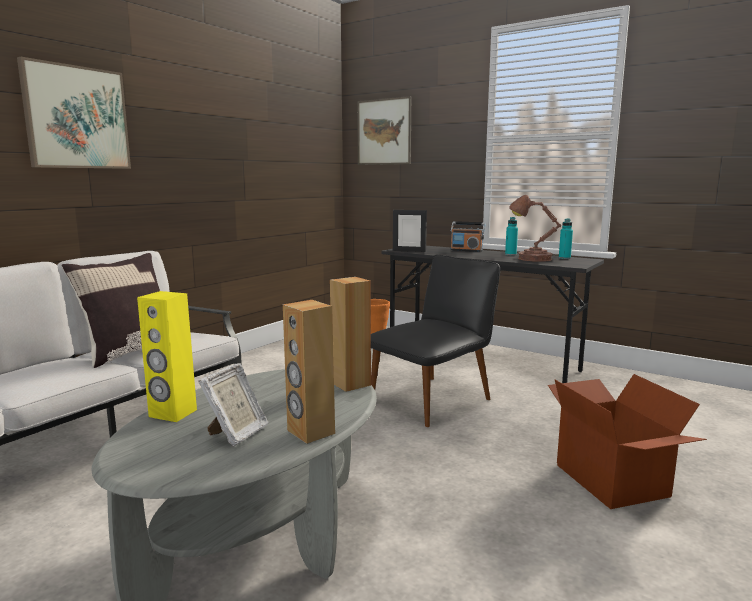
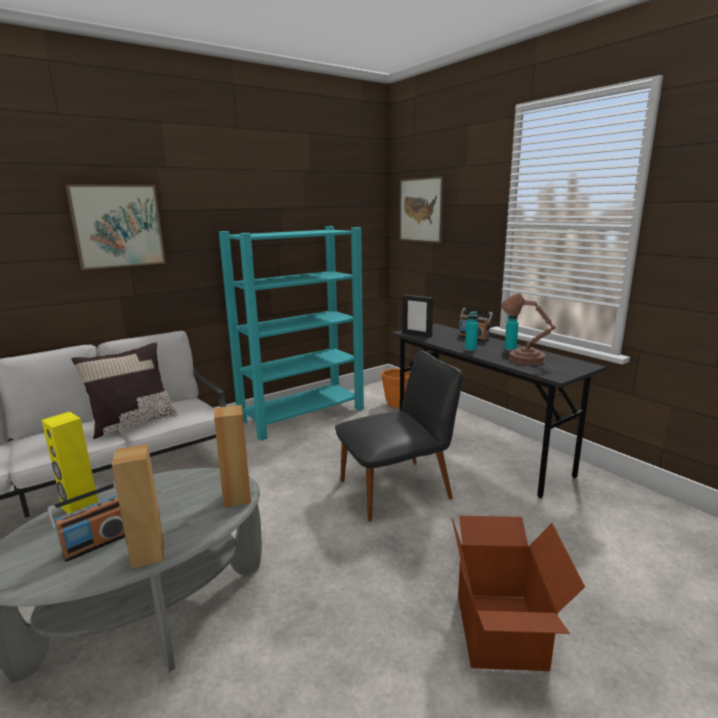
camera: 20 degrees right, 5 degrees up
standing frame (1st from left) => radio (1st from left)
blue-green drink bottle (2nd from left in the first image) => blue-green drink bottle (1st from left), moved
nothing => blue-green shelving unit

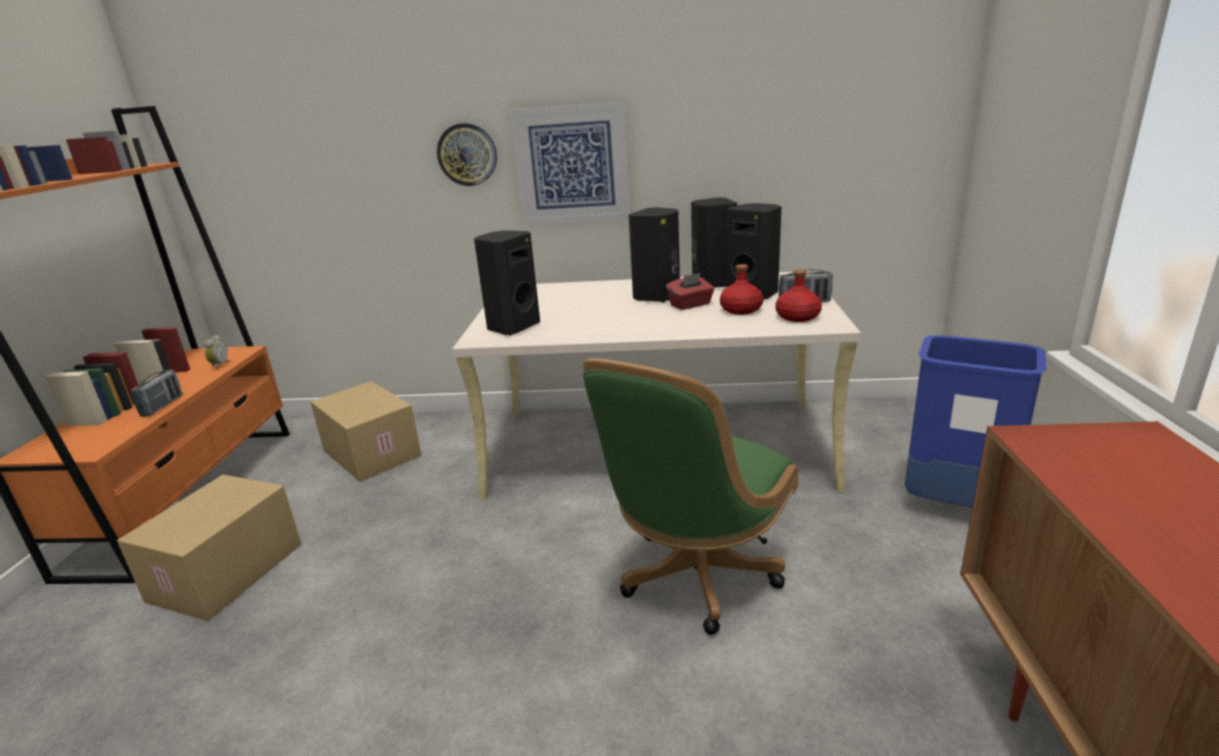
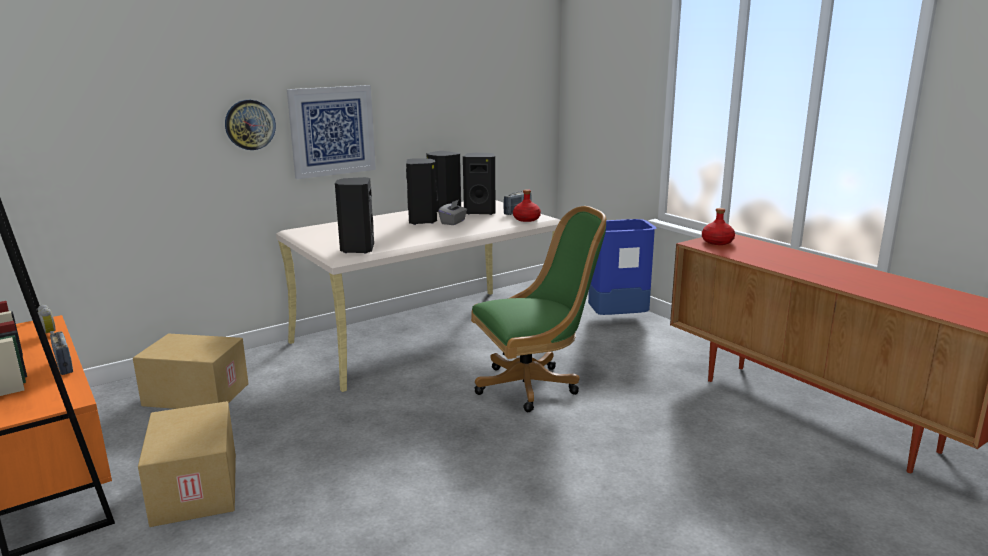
camera: 40 degrees left, 5 degrees down
green-coloured desk chair, 105 degrees counterclockwise
reddish tissue holder => grey tissue holder
reddish drink bottle (1st from left in the first image) => reddish drink bottle (2nd from left), moved

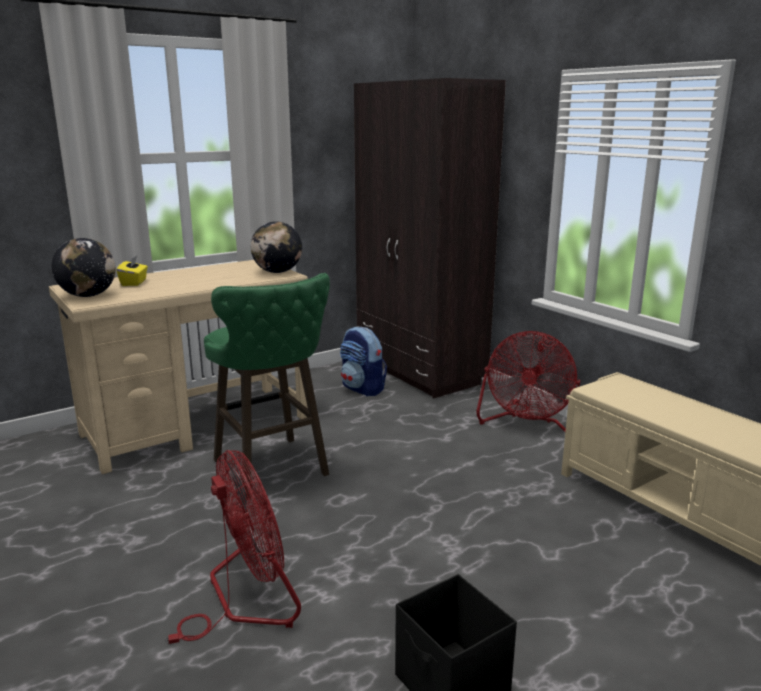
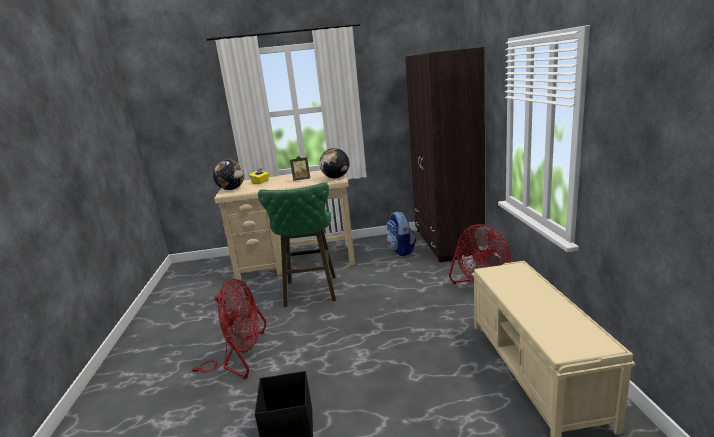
camera: 30 degrees right, 0 degrees up
nothing => standing frame

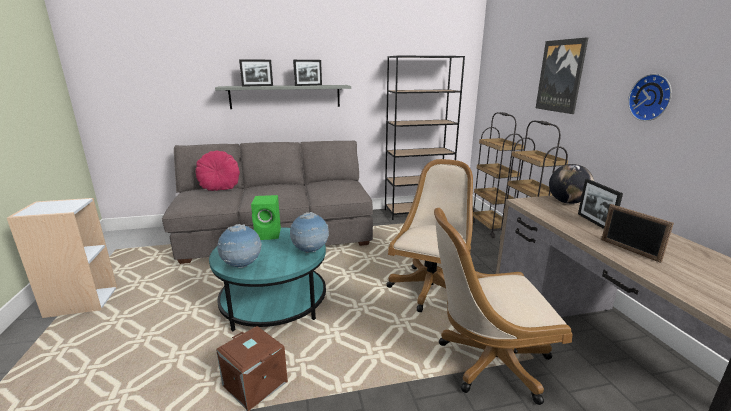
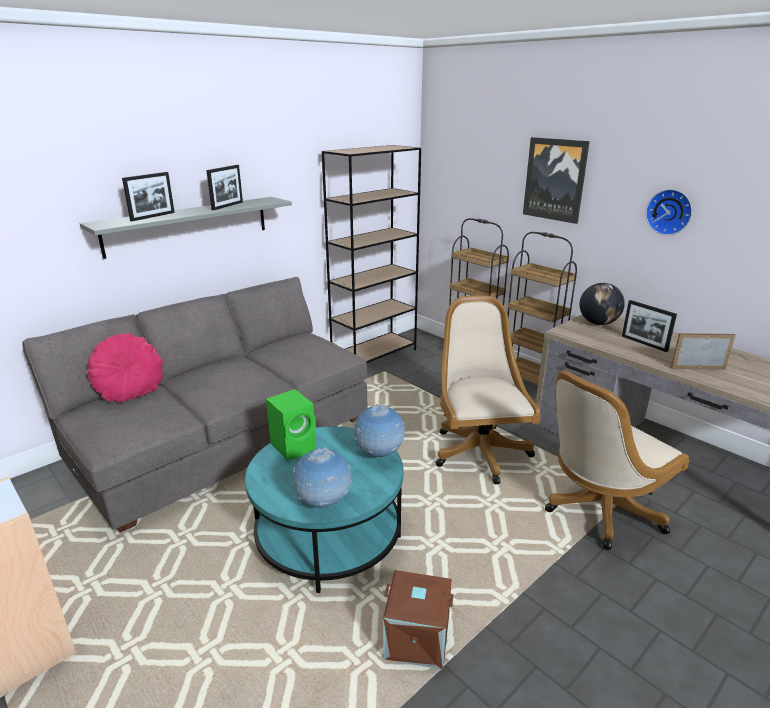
camera: 30 degrees left, 5 degrees up
standing frame (4th from left), 150 degrees clockwise

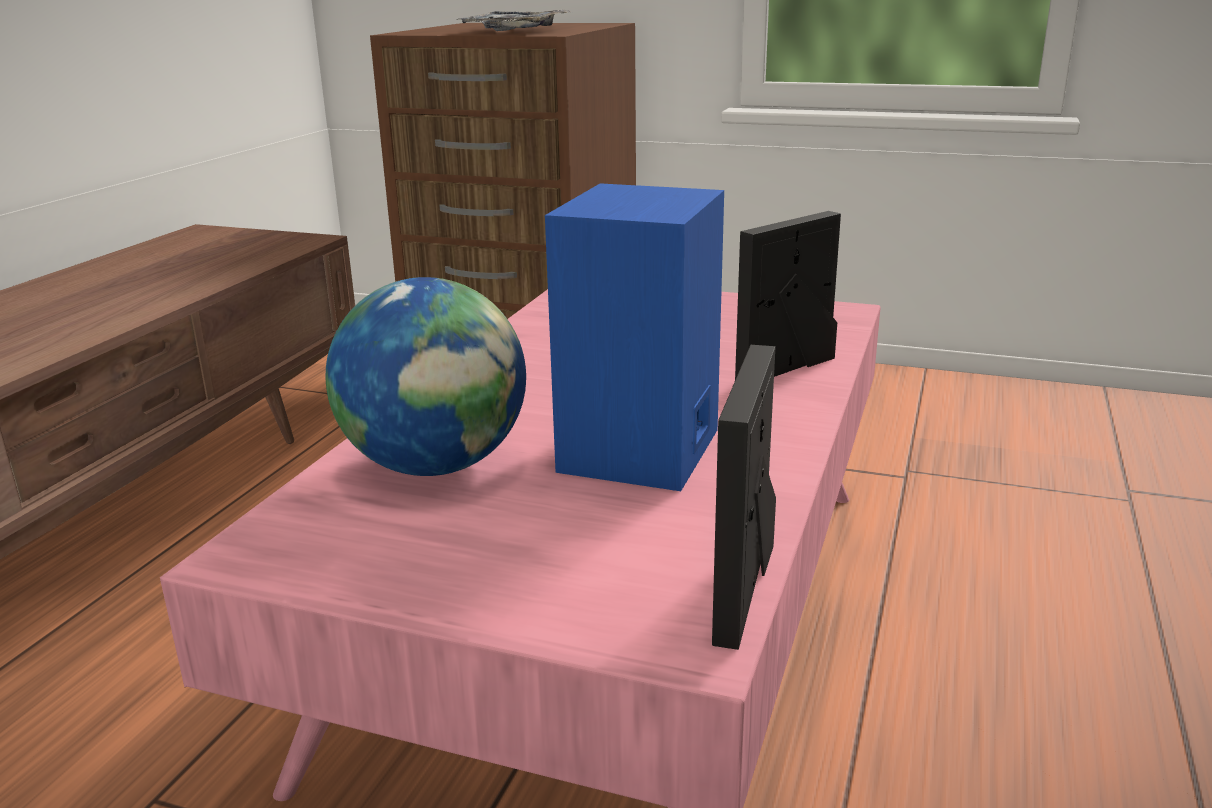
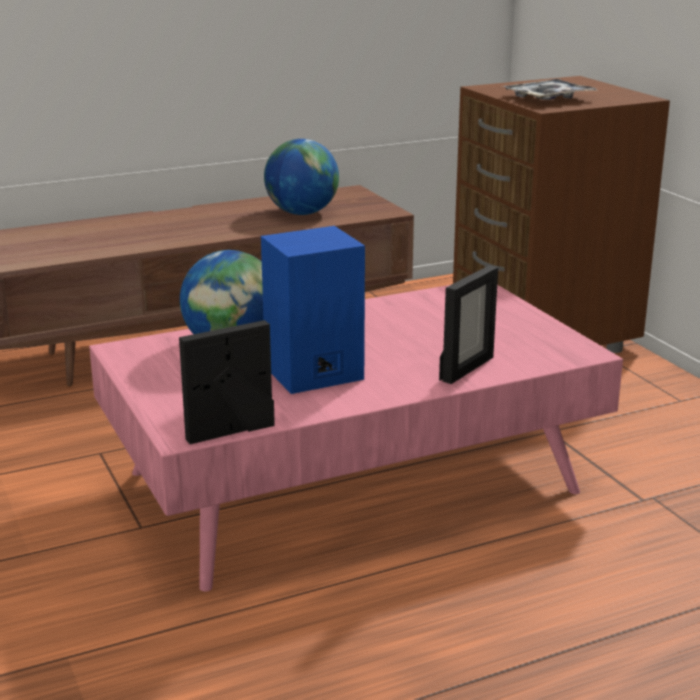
camera: 45 degrees right, 0 degrees up
standing frame (2nd from left), 120 degrees clockwise
nothing => world globe (2nd from left)

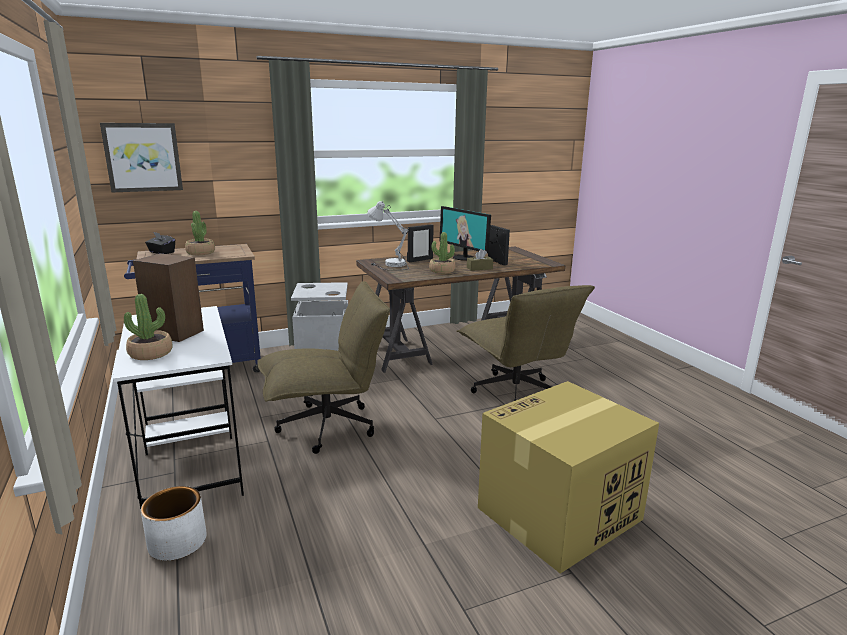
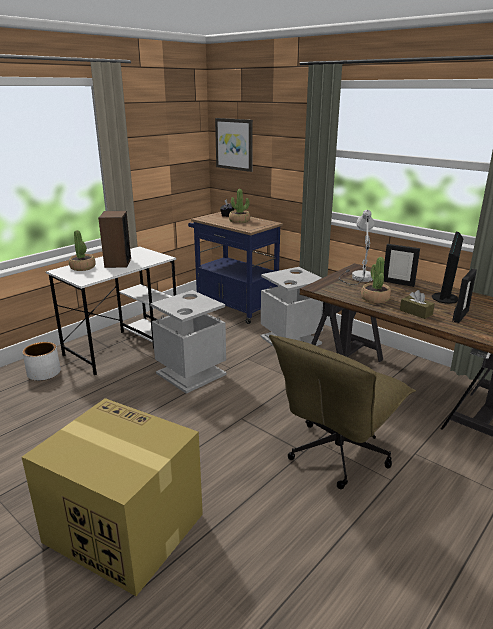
camera: 65 degrees right, 5 degrees up
beige desk chair (1st from left) => grey trash can (1st from left)

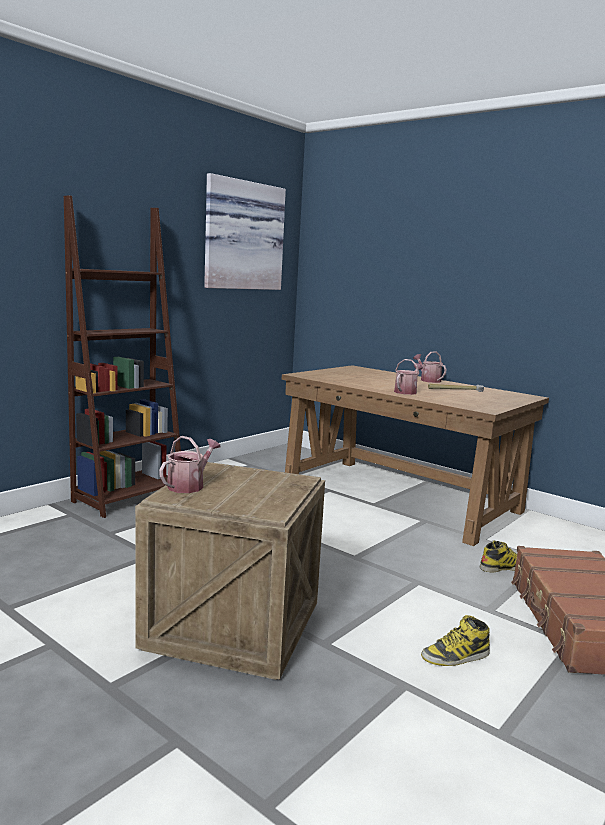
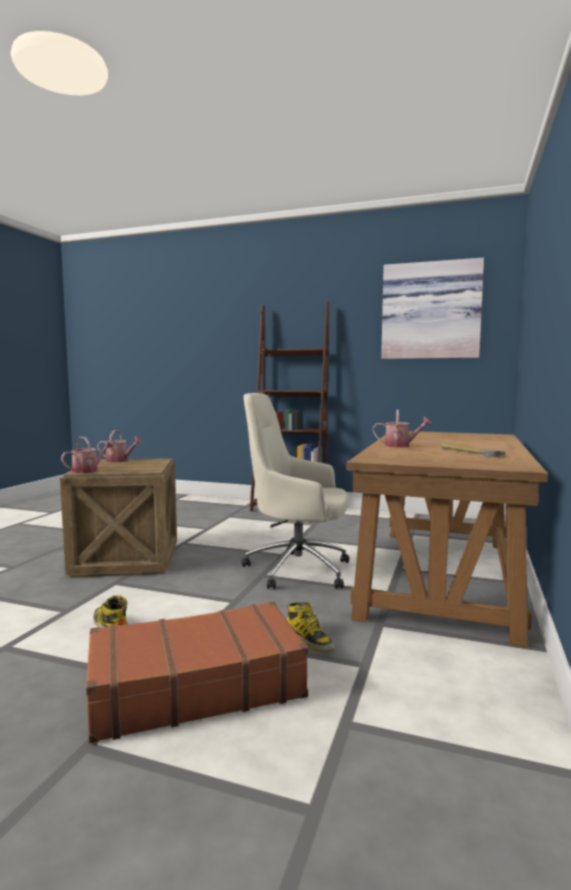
camera: 70 degrees right, 5 degrees down
watering can (3rd from left in the first image) => watering can (1st from left), moved
nothing => beige desk chair

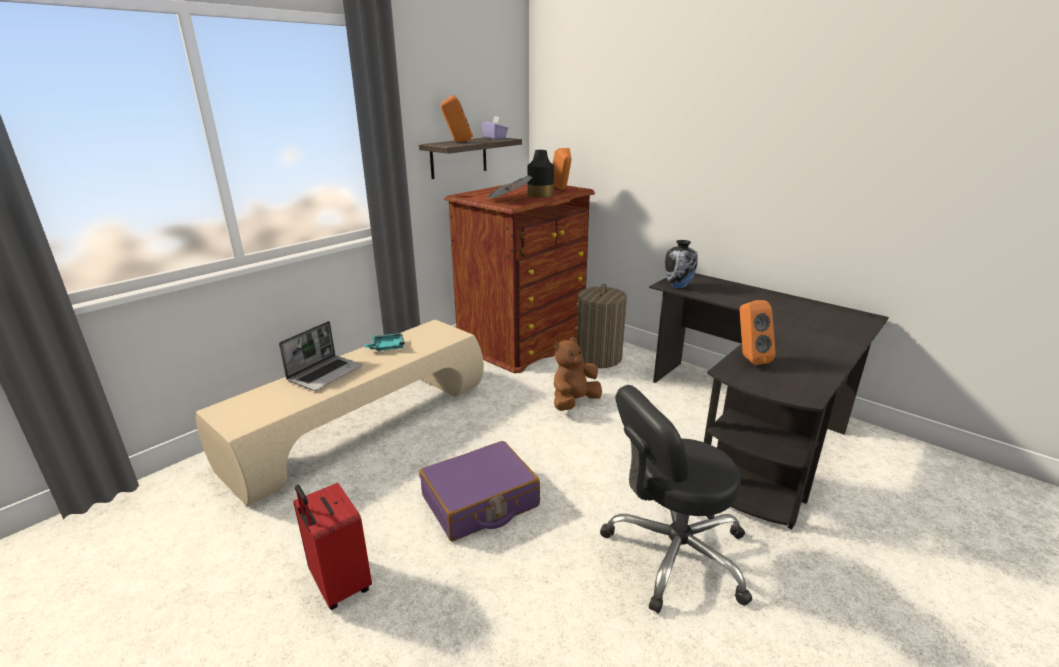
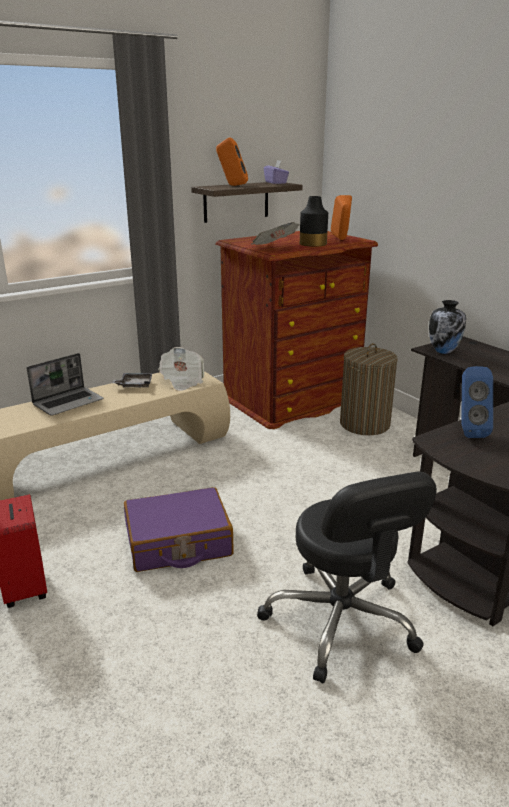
camera: 15 degrees right, 0 degrees up
blue-green carrying tray => grey carrying tray
brownish cuddly toy => nothing
blackish desk chair, 105 degrees counterclockwise
orange-coloured audio speaker (3rd from left) => bluish audio speaker
nothing => newspaper (1st from left)

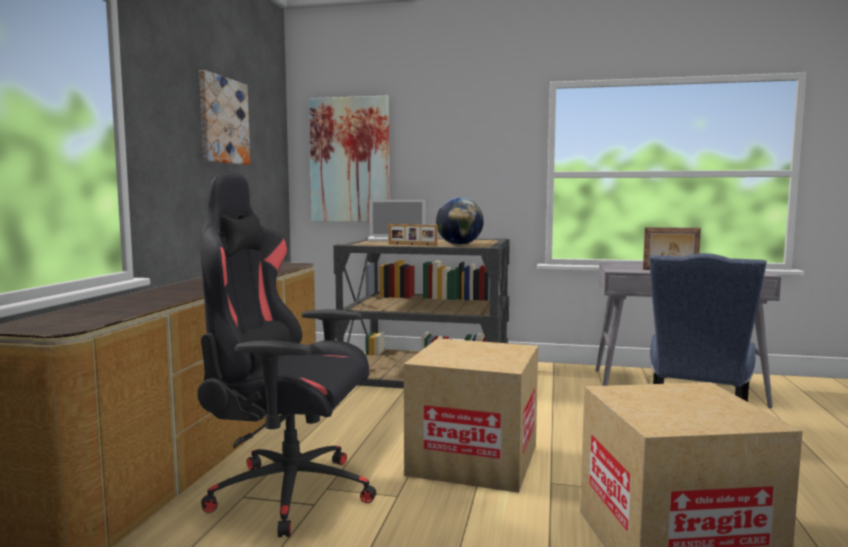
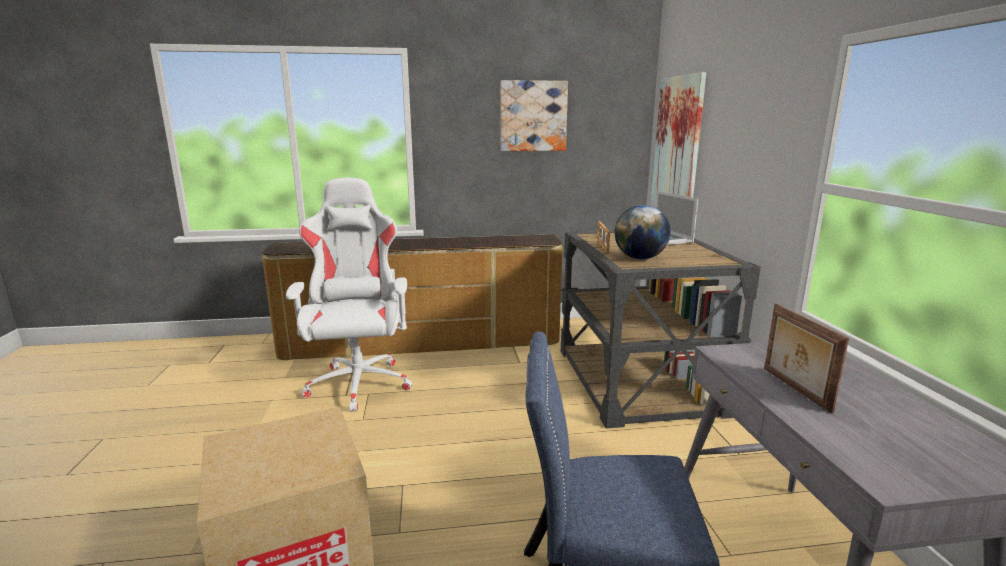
camera: 70 degrees right, 10 degrees up
blackish desk chair => white desk chair
carton (1st from left) => nothing

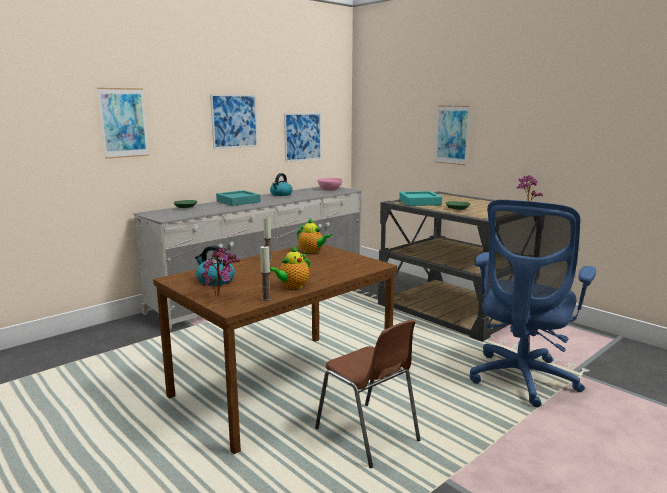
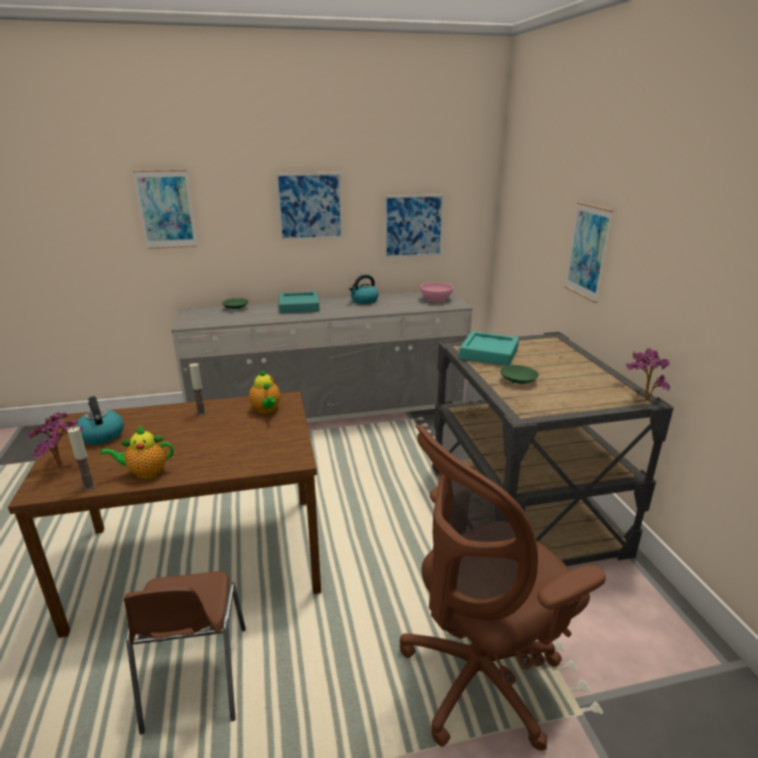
camera: 30 degrees right, 10 degrees up
bluish desk chair => brownish desk chair

